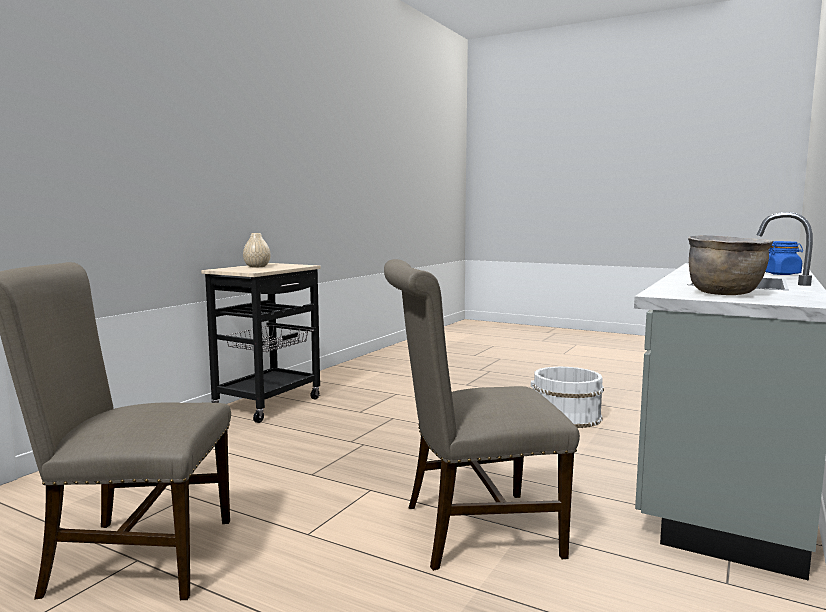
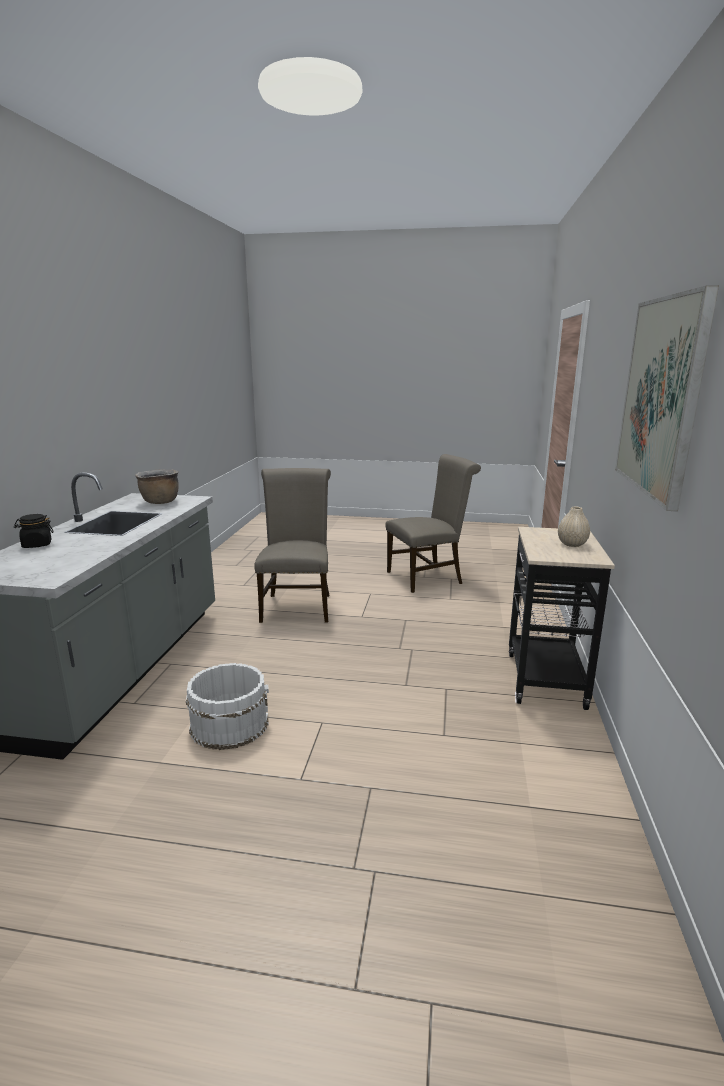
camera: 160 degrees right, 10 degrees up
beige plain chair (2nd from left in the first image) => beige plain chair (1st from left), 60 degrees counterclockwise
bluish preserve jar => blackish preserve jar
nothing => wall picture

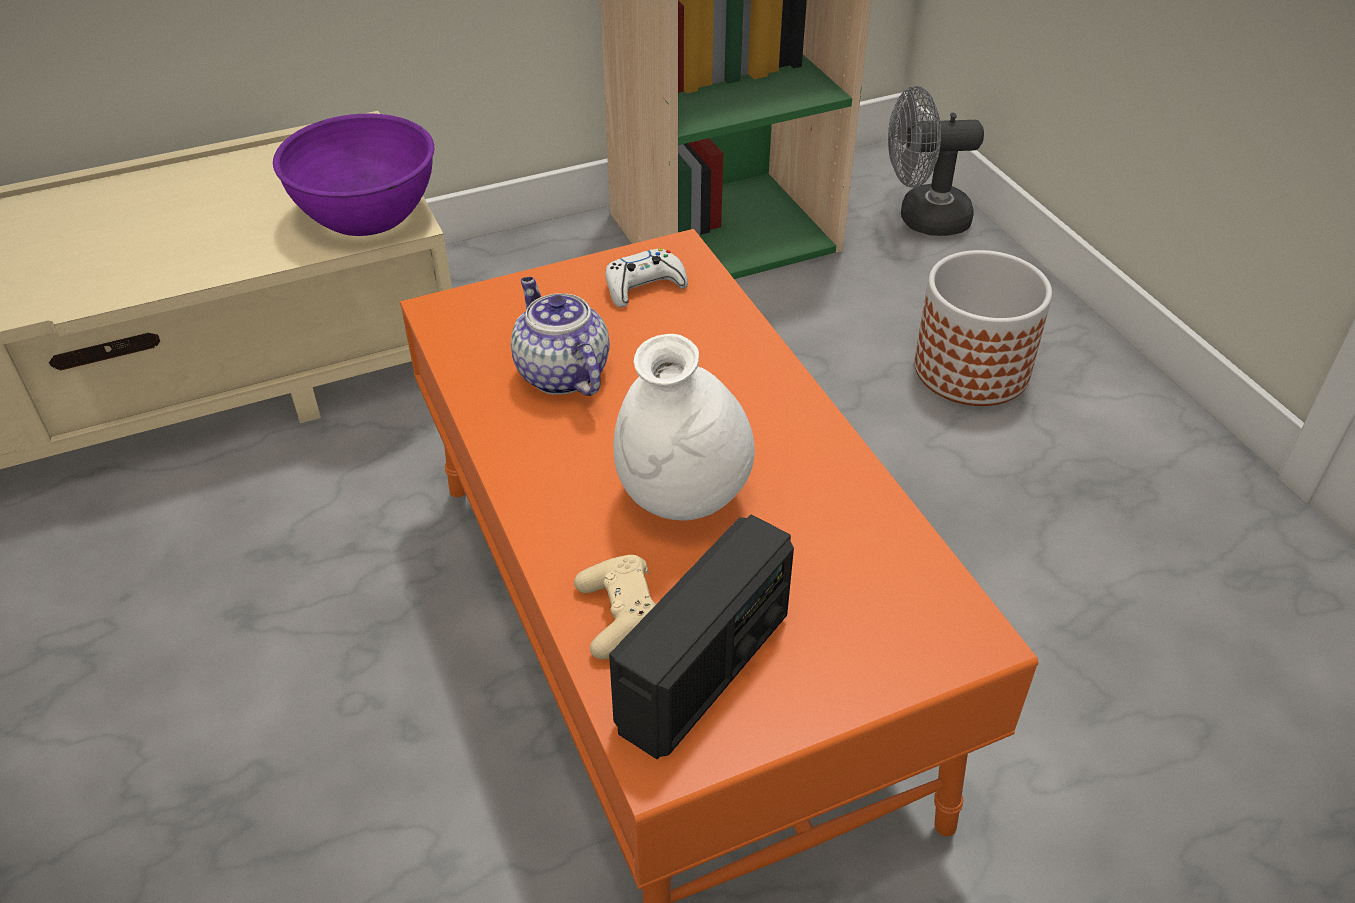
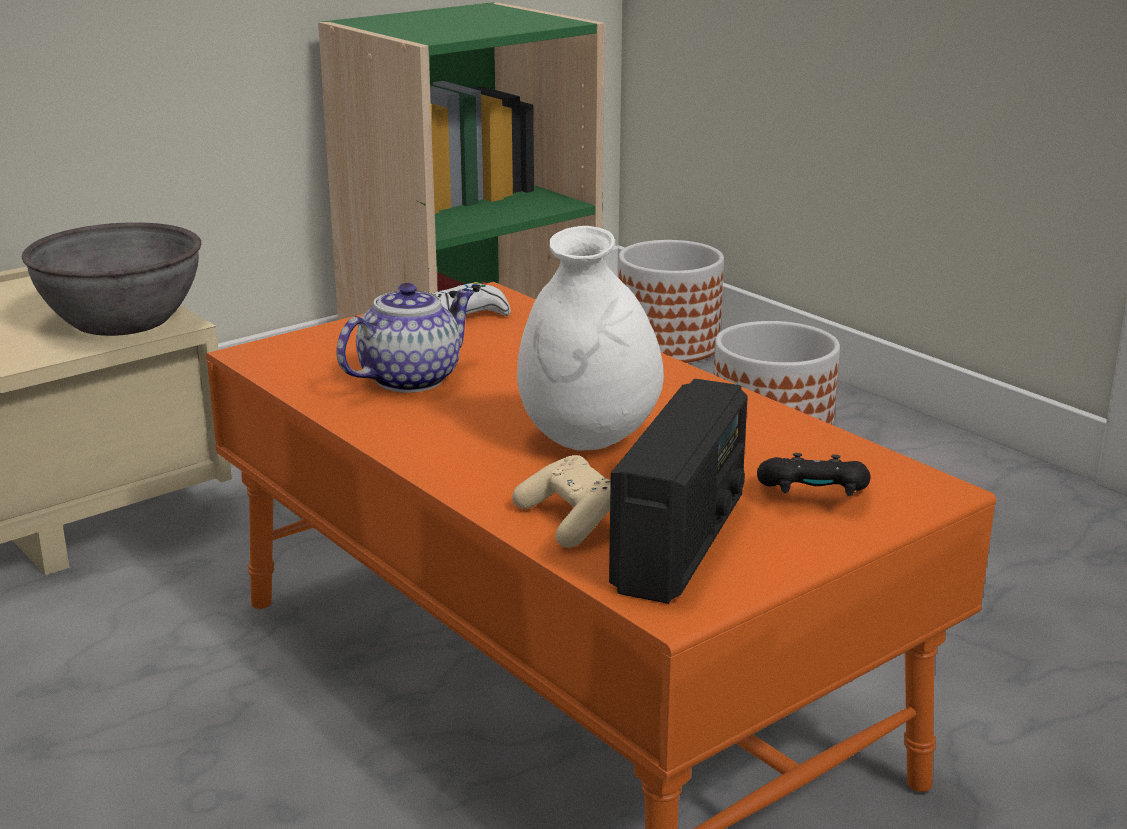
camera: 15 degrees left, 20 degrees down
purple bowl => grey bowl
tea pot, 90 degrees clockwise
grey fan => flower pot (1st from left)
nothing => blackish joypad

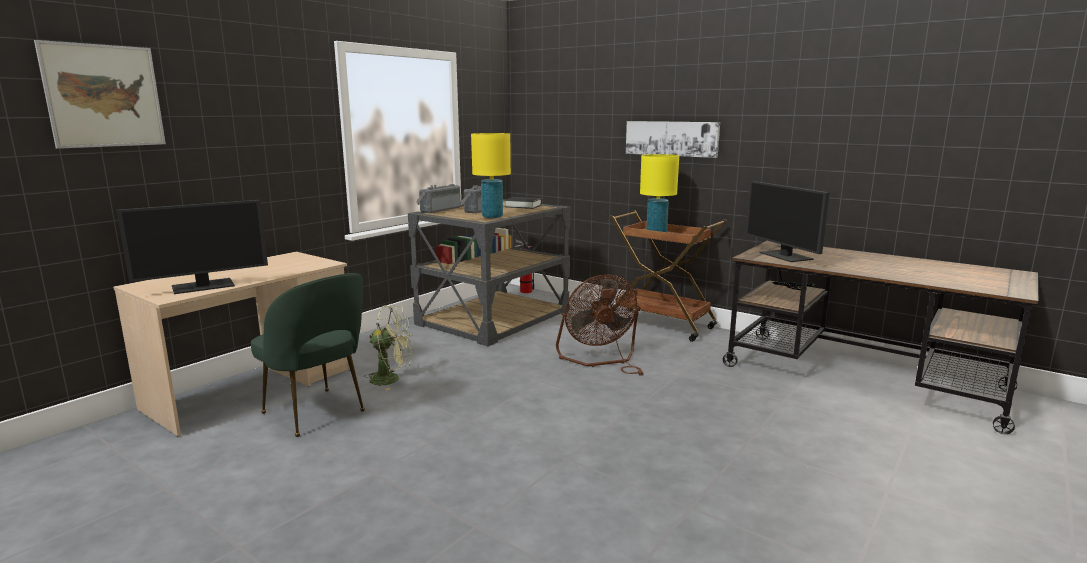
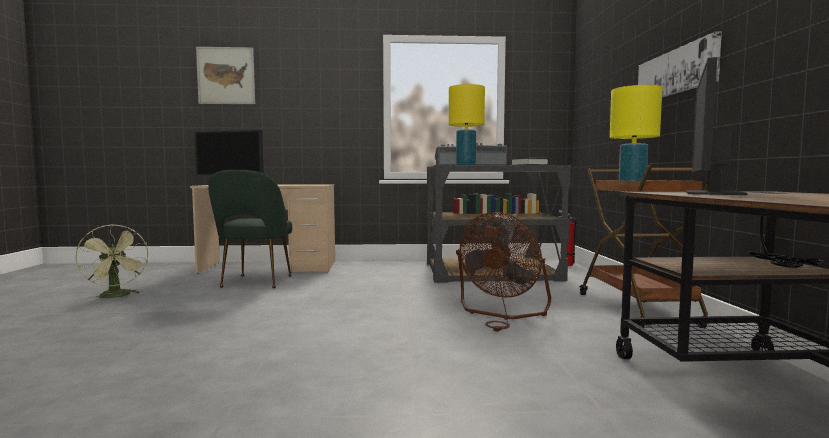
camera: 50 degrees right, 10 degrees down
green-coloured fan, moved

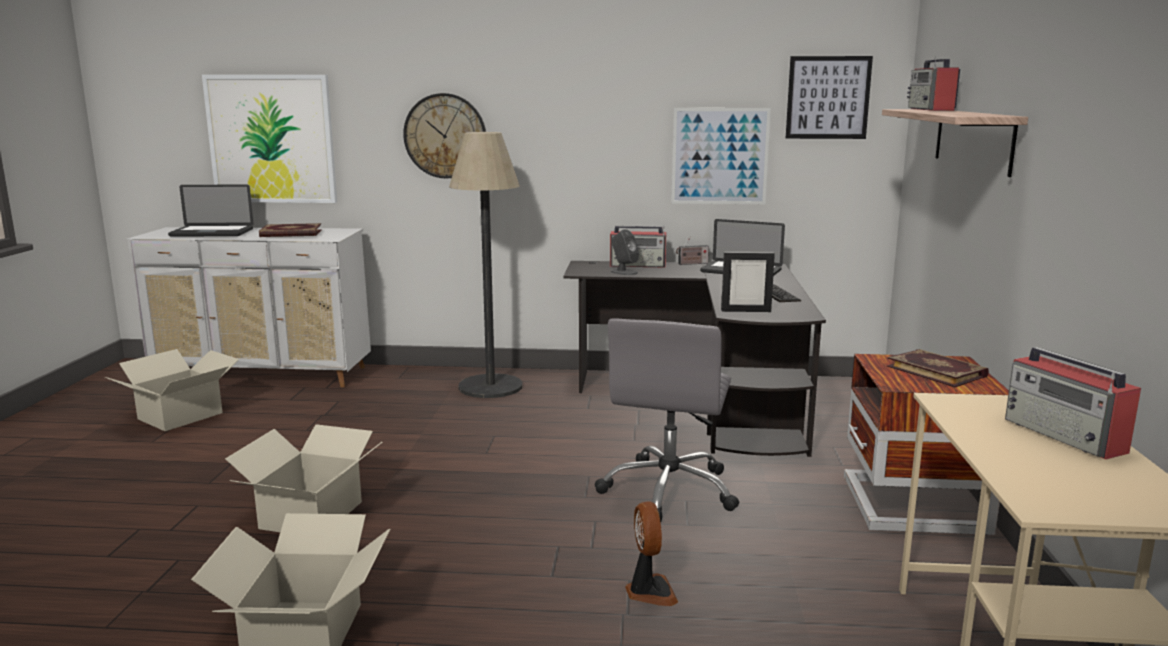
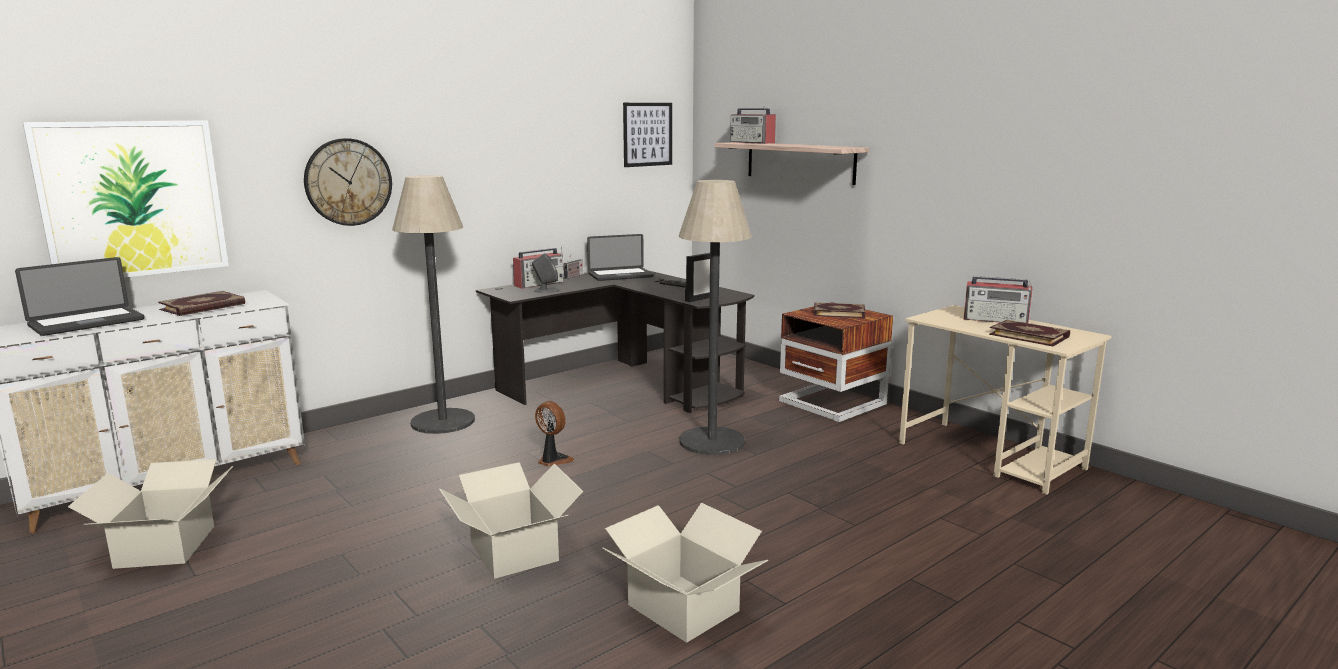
camera: 45 degrees left, 0 degrees up
grey desk chair => floor lamp (2nd from left)
fan, moved
wall picture (2nd from left) => nothing
nothing => bound book (3rd from left)

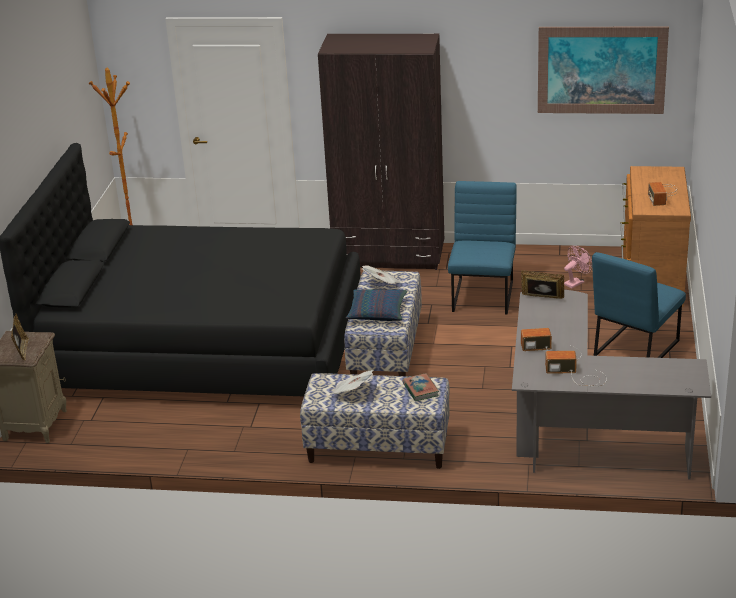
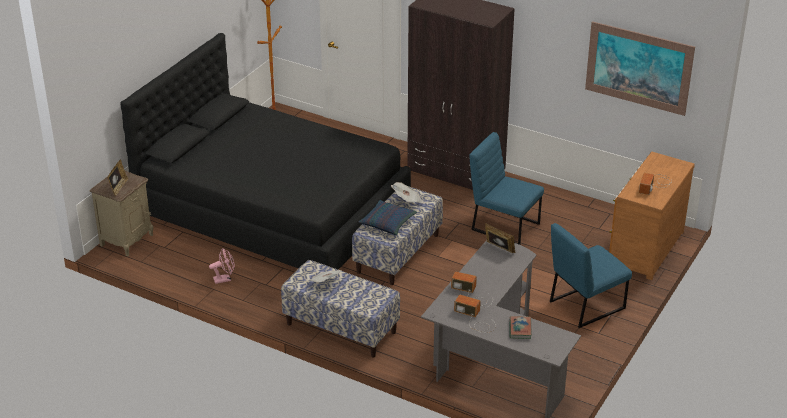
camera: 20 degrees right, 5 degrees up
bound book, moved
bluish plain chair (1st from left), 90 degrees counterclockwise
pink-coloured fan, moved

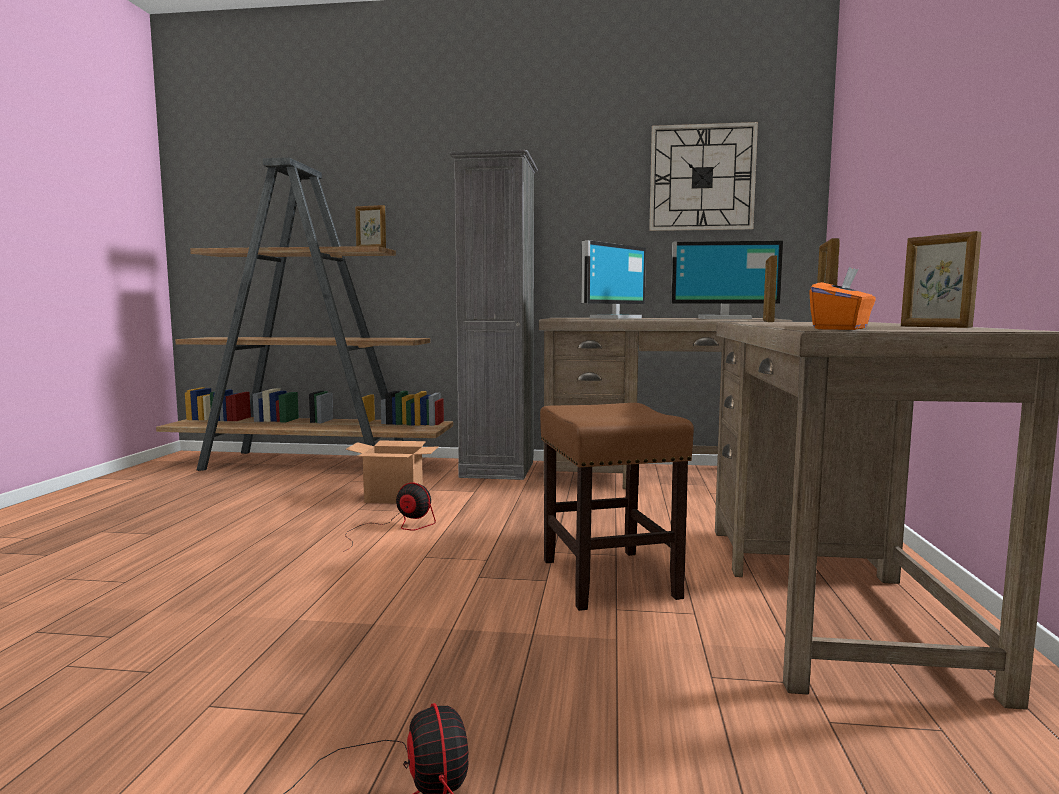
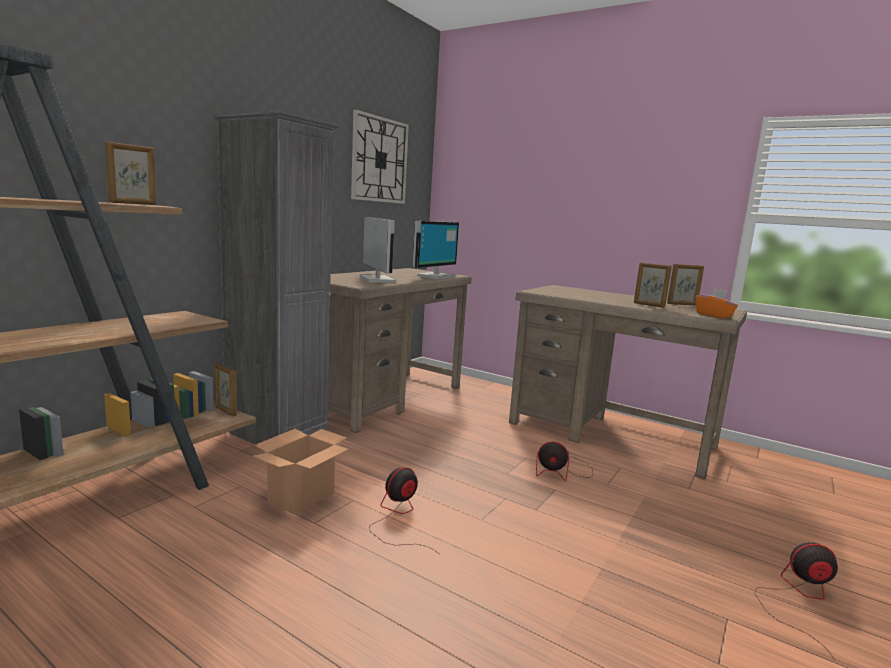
camera: 65 degrees left, 5 degrees up
brownish stool seat => fan (2nd from left)
standing frame (2nd from left), moved

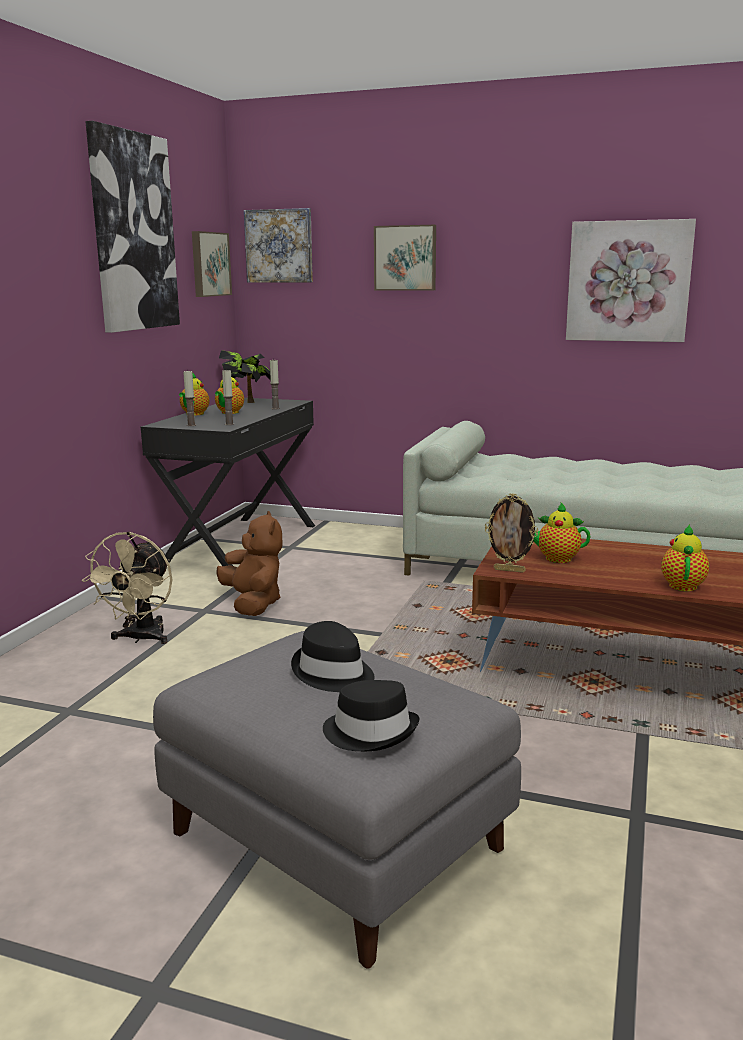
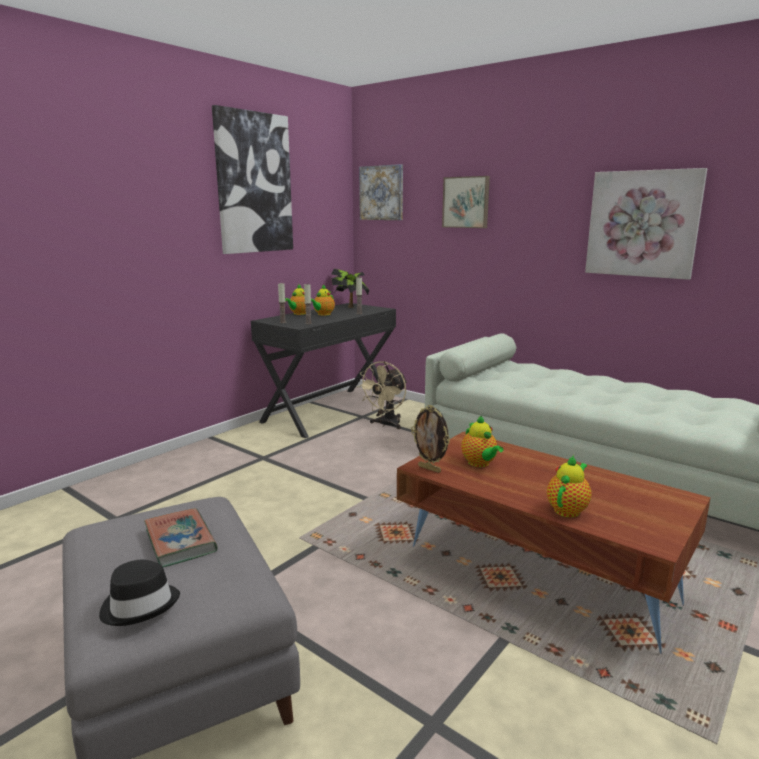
camera: 20 degrees right, 0 degrees up
beige fan, moved
wall picture (2nd from left) => nothing
brownish cuddly toy => nothing
blackish wearable hat (1st from left) => bound book
tea pot (3rd from left), 150 degrees counterclockwise

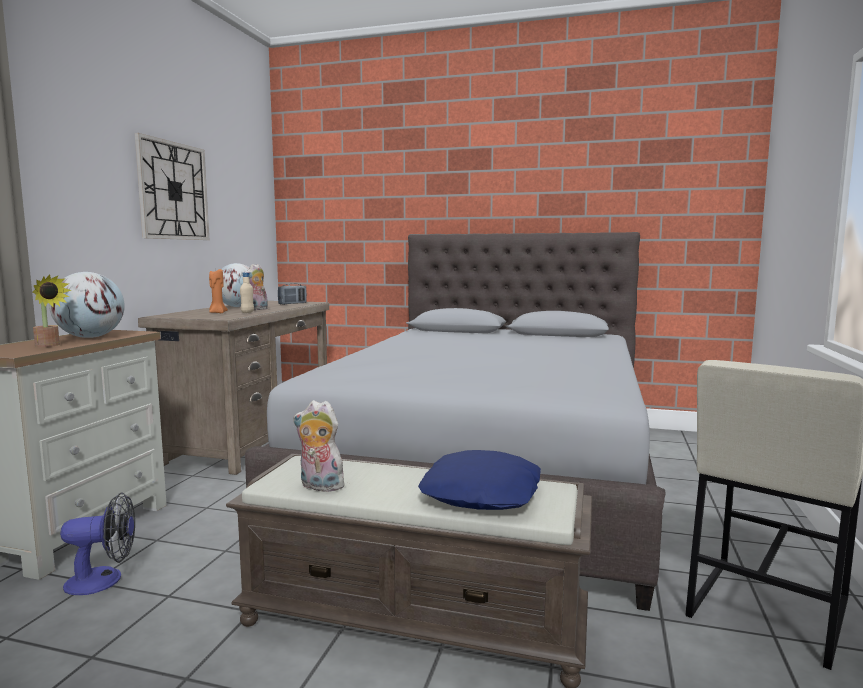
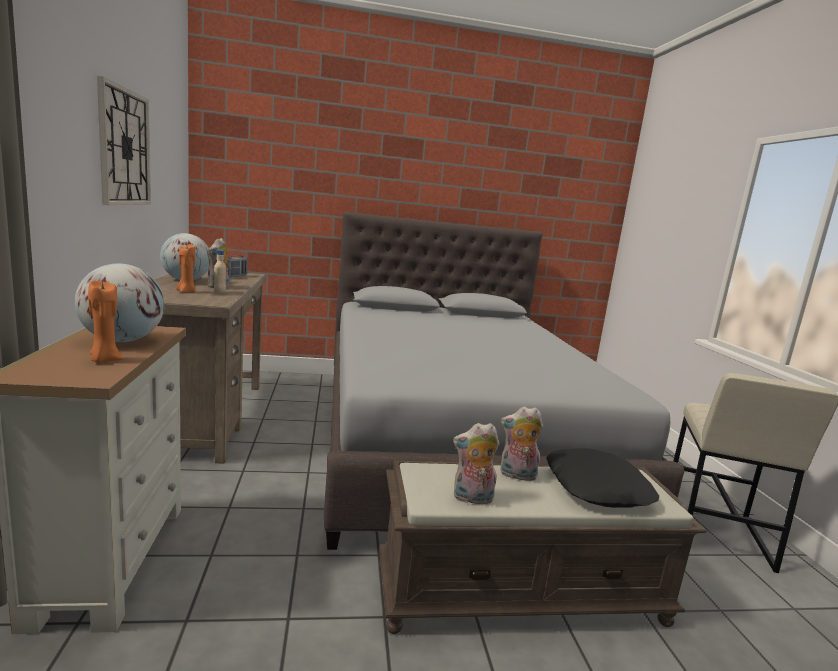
camera: 25 degrees left, 5 degrees up
plant in a pot => orange-coloured wax light (1st from left)
fan => nothing
bluish cushion => blackish cushion
nothing => cuddly toy (3rd from left)

